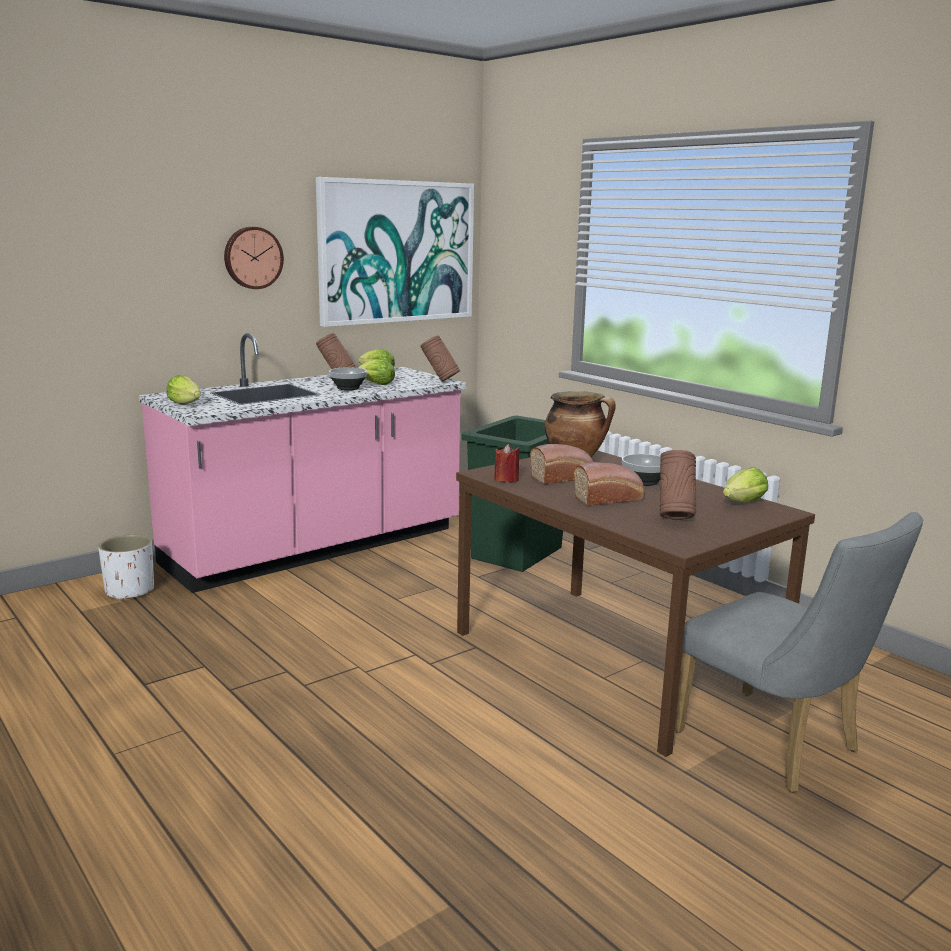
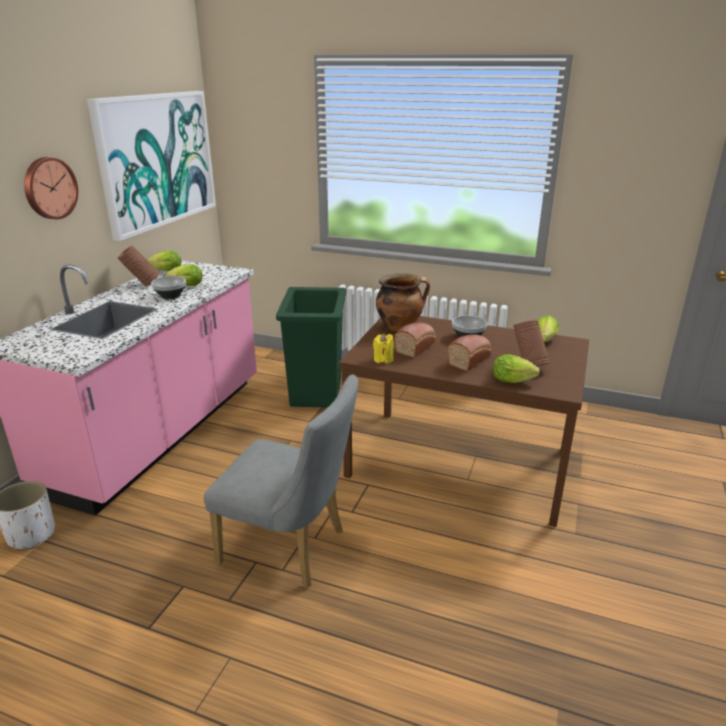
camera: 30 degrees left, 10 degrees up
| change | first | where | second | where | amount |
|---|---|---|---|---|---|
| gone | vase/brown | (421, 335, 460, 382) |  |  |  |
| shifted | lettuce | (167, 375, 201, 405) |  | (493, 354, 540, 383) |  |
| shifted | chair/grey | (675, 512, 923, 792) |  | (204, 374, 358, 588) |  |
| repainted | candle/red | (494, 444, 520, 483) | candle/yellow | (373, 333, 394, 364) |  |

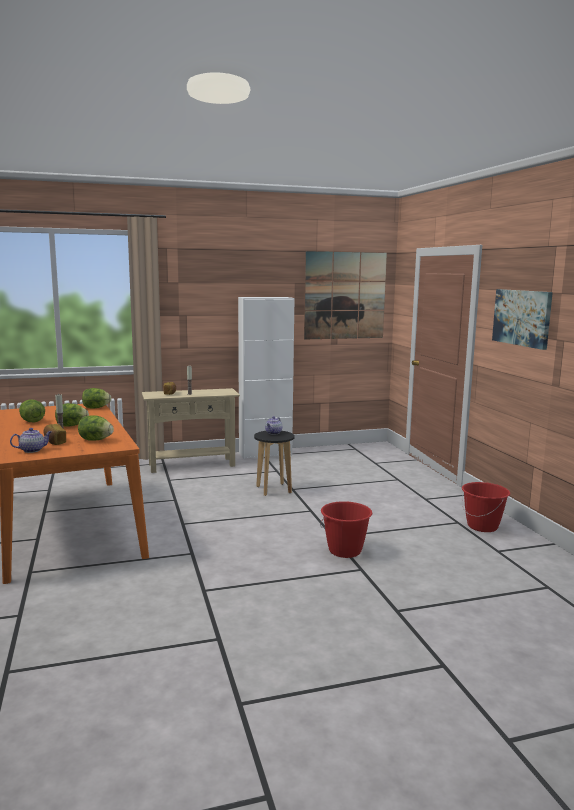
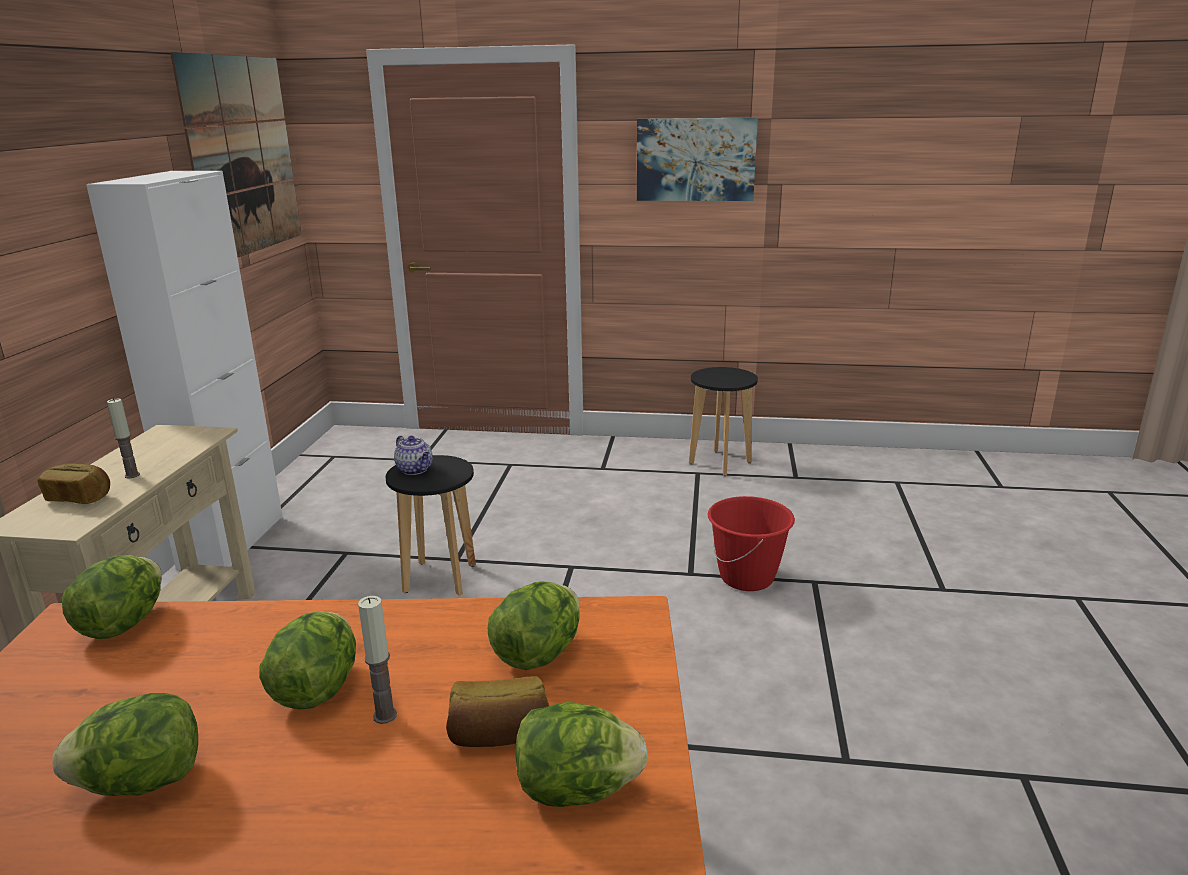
camera: 65 degrees left, 10 degrees up
| change | first | where | second | where | amount |
|---|---|---|---|---|---|
| swapped | teapot | (10, 428, 52, 453) | lettuce | (515, 702, 648, 807) |  |
| swapped | bucket/red | (462, 482, 510, 532) | stool/black | (689, 367, 758, 476) |  |

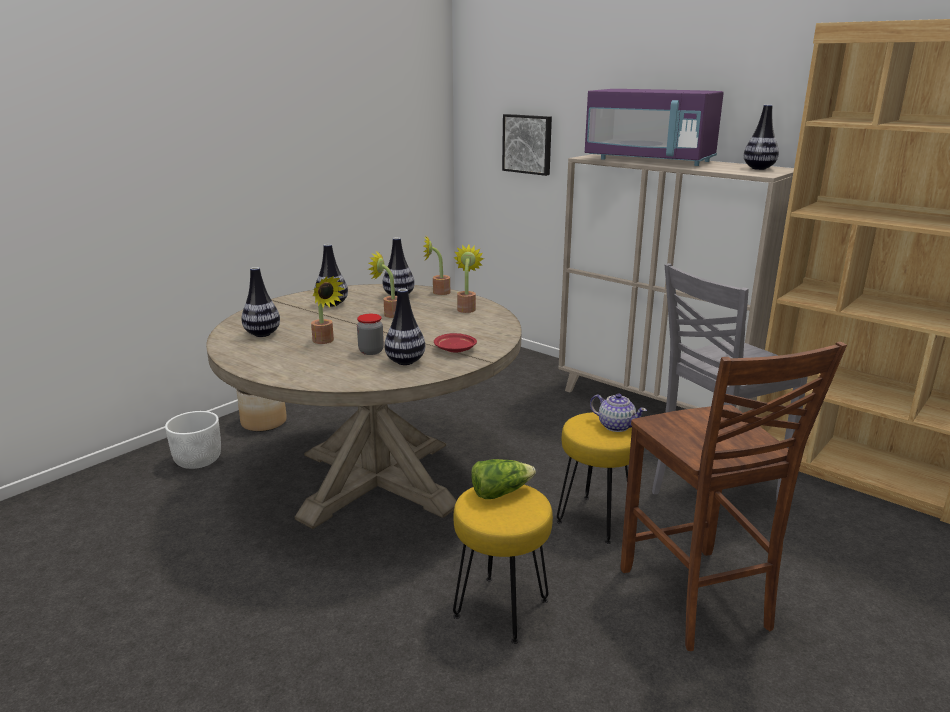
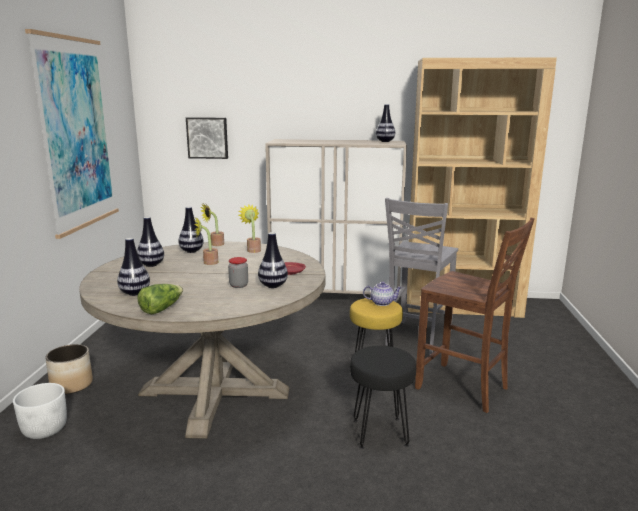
camera: 35 degrees left, 5 degrees down
| change | first | where | second | where | amount |
|---|---|---|---|---|---|
| gone | potted plant | (311, 276, 345, 344) |  |  |  |
| gone | microwave/purple | (585, 89, 724, 166) |  |  |  |
| new |  |  | picture | (25, 29, 119, 239) |  |
| shifted | lettuce | (471, 459, 536, 499) |  | (137, 284, 183, 314) |  |
| repainted | stool/yellow | (453, 485, 553, 644) | stool/black | (350, 346, 416, 449) |  |

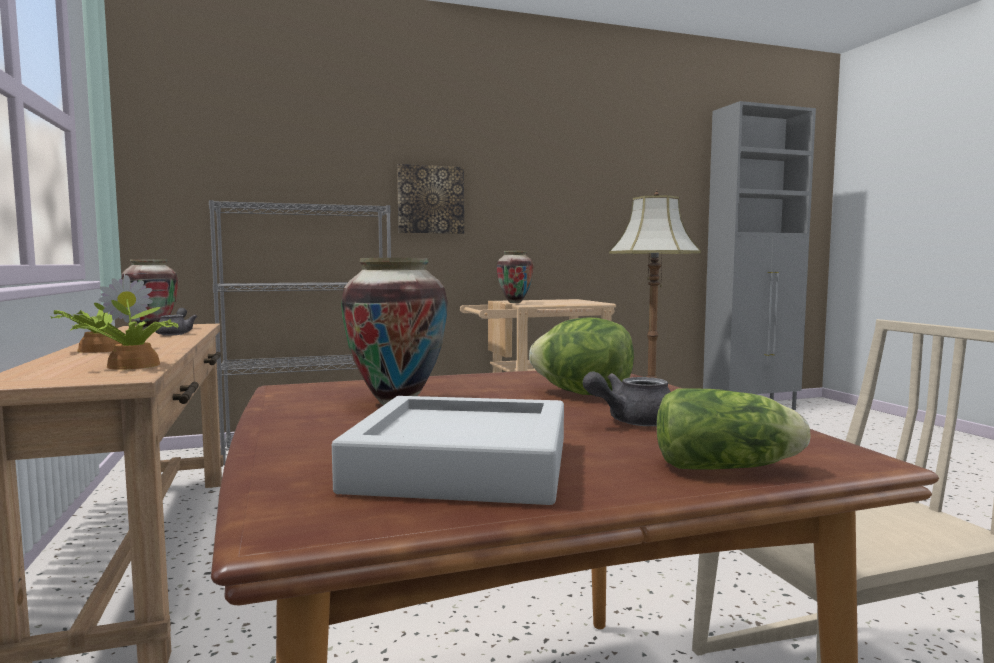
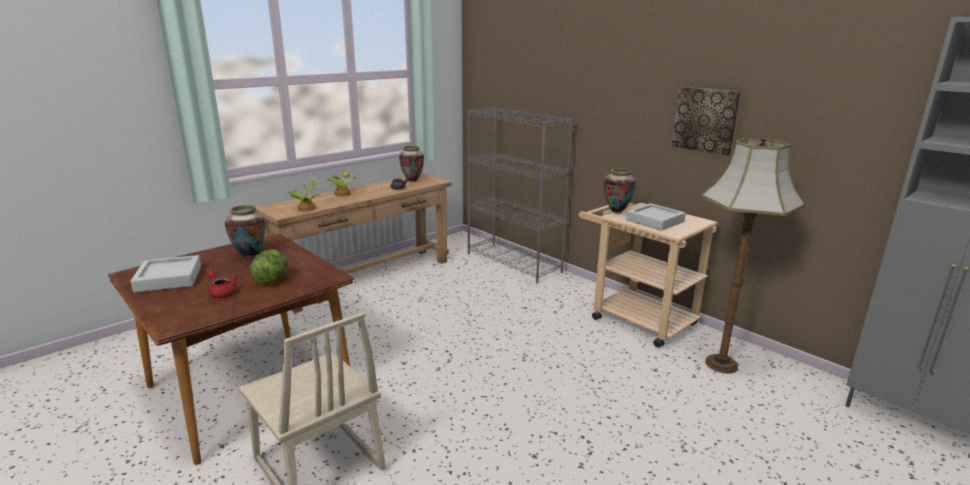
camera: 65 degrees right, 15 degrees up
| change | first | where | second | where | amount |
|---|---|---|---|---|---|
| gone | lettuce | (657, 389, 810, 469) |  |  |  |
| new |  |  | tray/grey | (626, 203, 686, 231) |  |
| shifted | picture | (397, 164, 464, 234) |  | (672, 87, 741, 156) |  |
| repainted | teapot/grey | (583, 371, 671, 426) | teapot/red | (207, 270, 236, 298) |  |

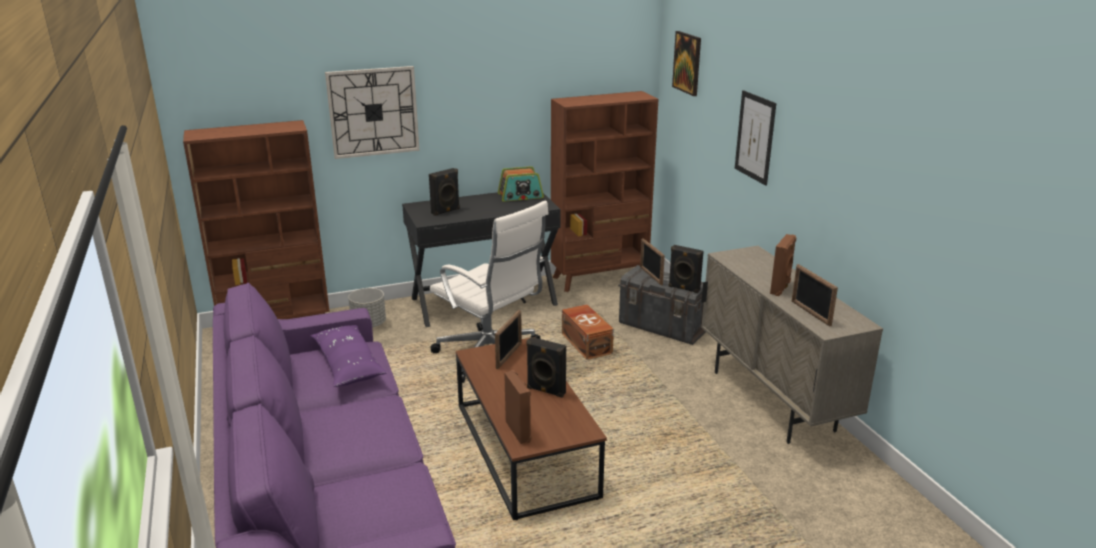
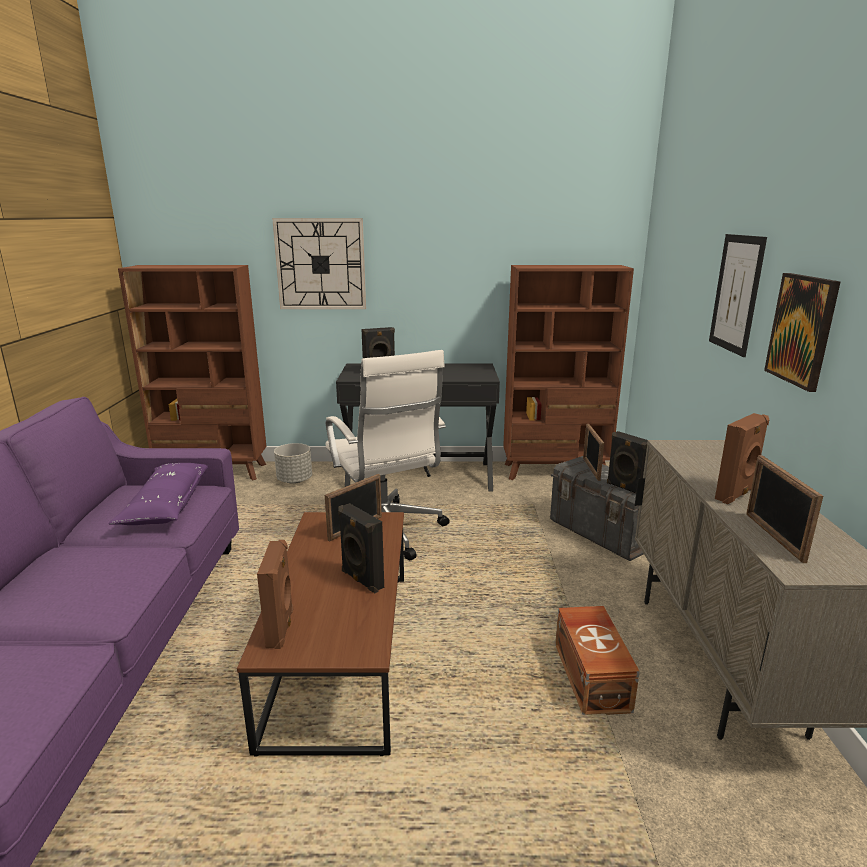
camera: 20 degrees right, 5 degrees down
| change | first | where | second | where | amount |
|---|---|---|---|---|---|
| gone | radio | (498, 166, 544, 202) |  |  |  |
| shifted | storage box/brown | (562, 304, 614, 360) |  | (555, 606, 640, 715) |  |
| shifted | picture | (672, 31, 701, 96) |  | (764, 273, 841, 392) |  |

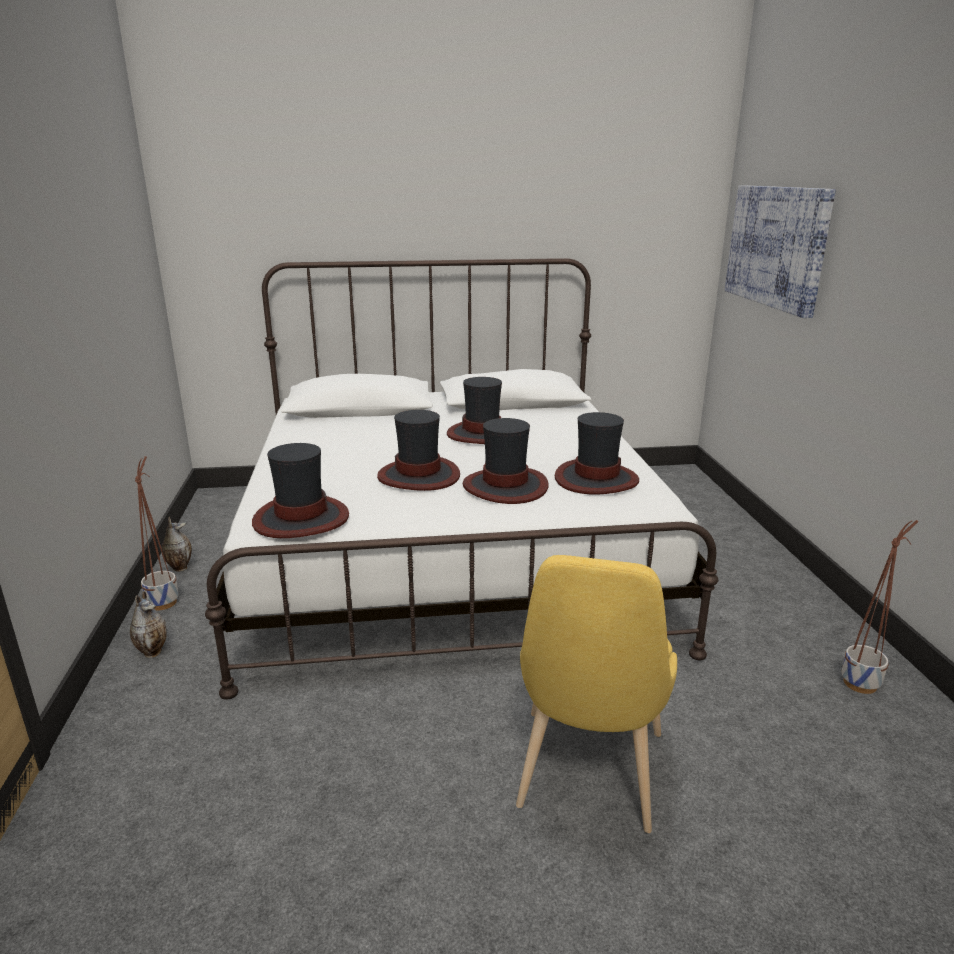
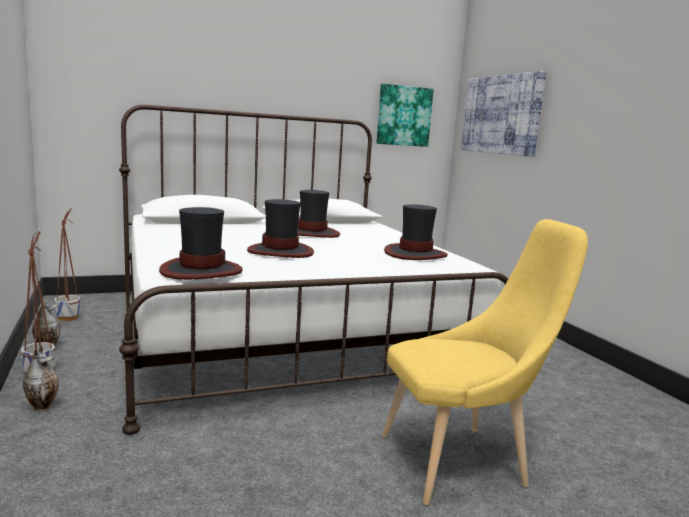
camera: 15 degrees left, 10 degrees down
| change | first | where | second | where | amount |
|---|---|---|---|---|---|
| gone | hat | (463, 418, 549, 504) |  |  |  |
| new |  |  | picture | (376, 84, 434, 147) |  |
| shifted | planter | (841, 520, 918, 694) |  | (54, 208, 81, 321) |  |
| rotated | chair/yellow | (516, 555, 677, 833) |  | (382, 219, 588, 505) | 105 degrees counterclockwise |

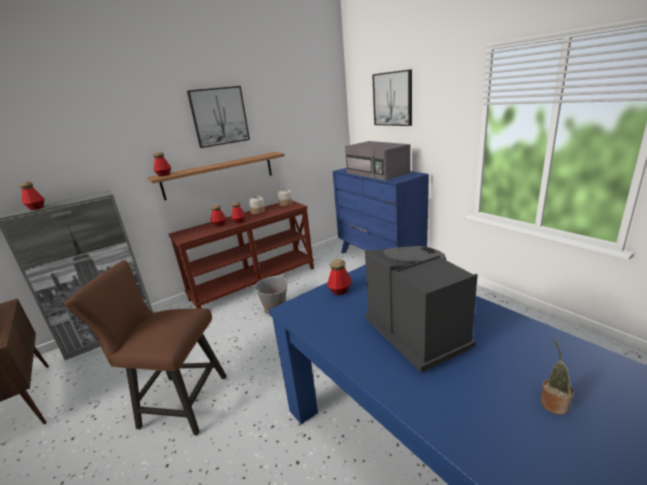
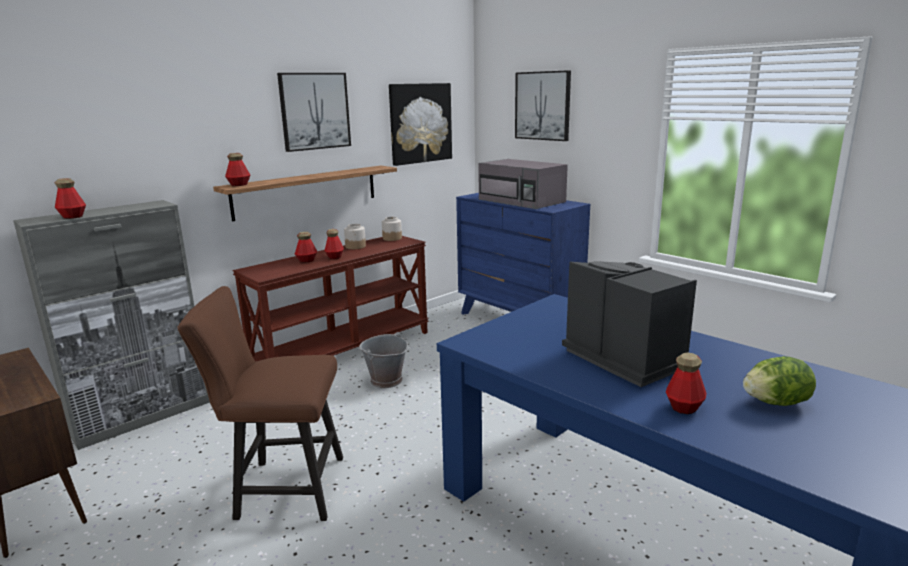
camera: 10 degrees left, 5 degrees down
| change | first | where | second | where | amount |
|---|---|---|---|---|---|
| new |  |  | picture | (389, 83, 452, 166) |  |
| shifted | bottle | (327, 259, 352, 295) |  | (666, 353, 707, 414) |  |
| swapped | potted plant | (540, 339, 574, 415) | lettuce | (743, 356, 816, 406) |  |

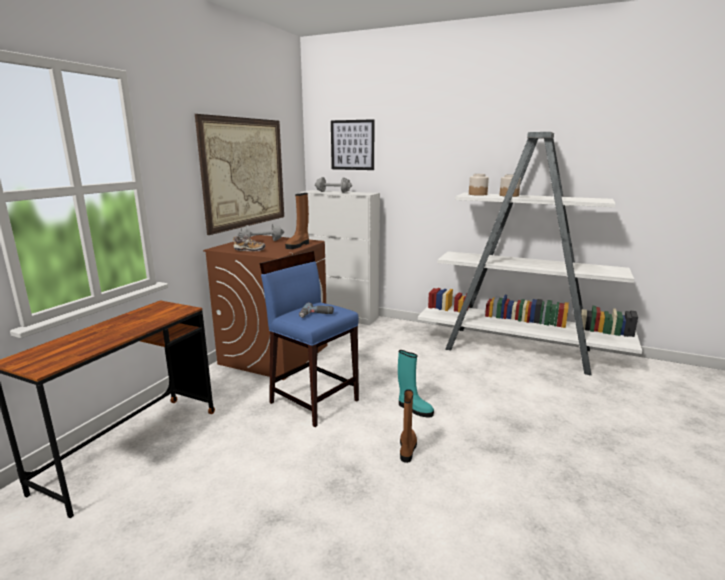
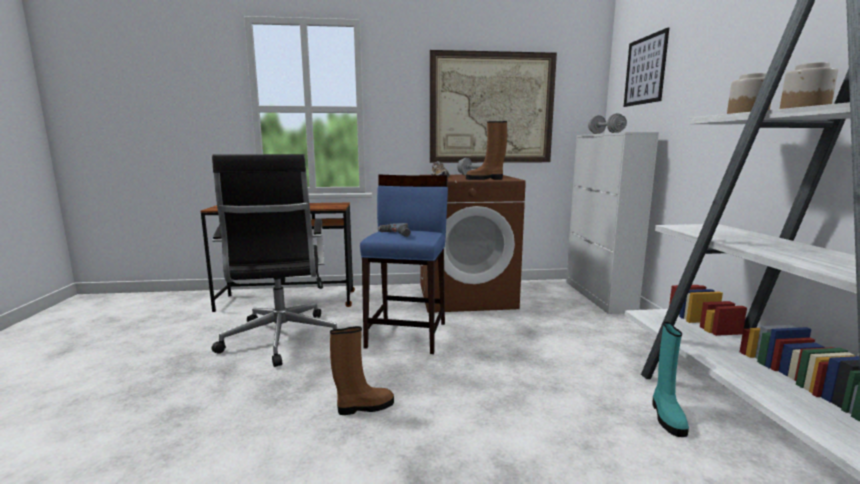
camera: 60 degrees right, 5 degrees down
| change | first | where | second | where | amount |
|---|---|---|---|---|---|
| new |  |  | office chair/black | (212, 154, 337, 367) |  |
| shifted | boot/turquoise | (398, 350, 434, 418) |  | (652, 322, 689, 437) |  |

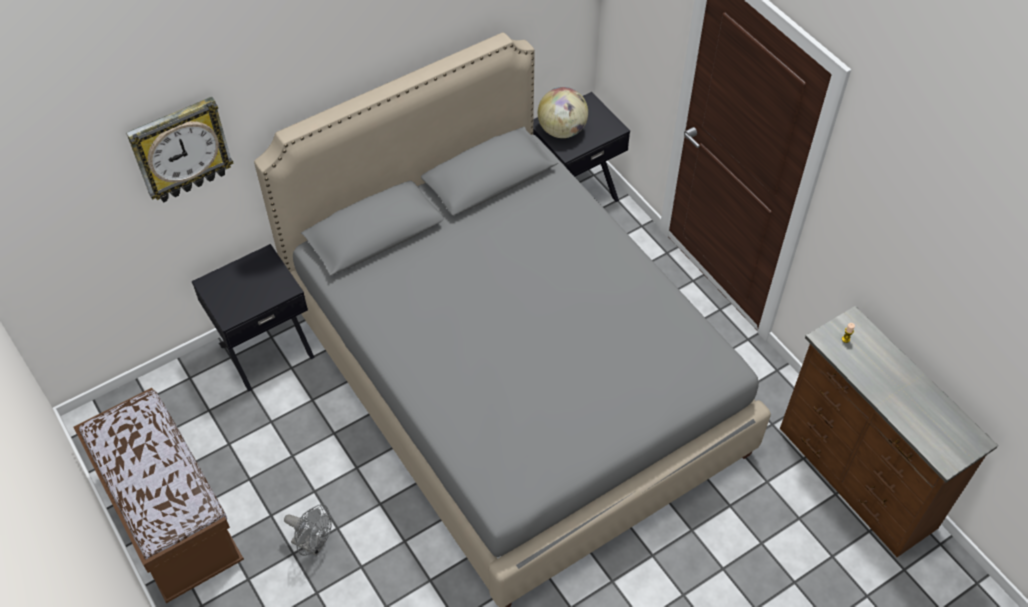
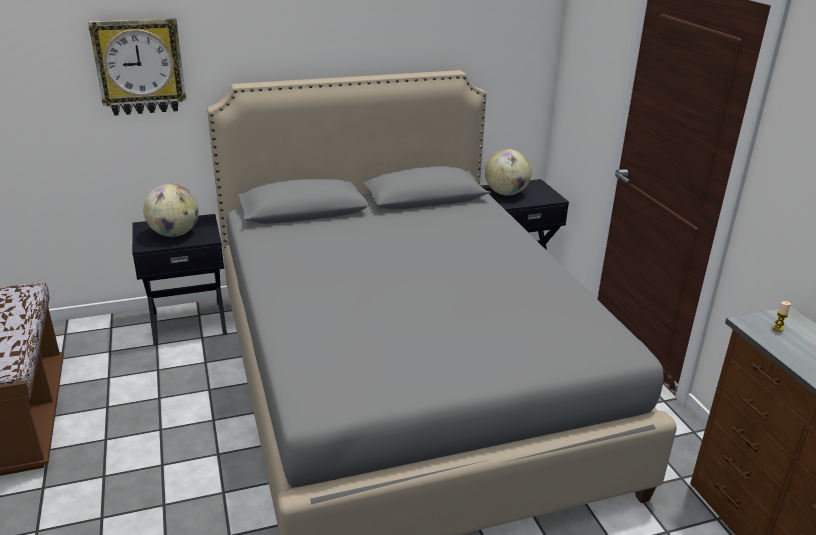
camera: 15 degrees right, 25 degrees down
| change | first | where | second | where | amount |
|---|---|---|---|---|---|
| gone | fan/grey | (284, 504, 332, 556) |  |  |  |
| new |  |  | globe | (143, 184, 199, 237) |  |

